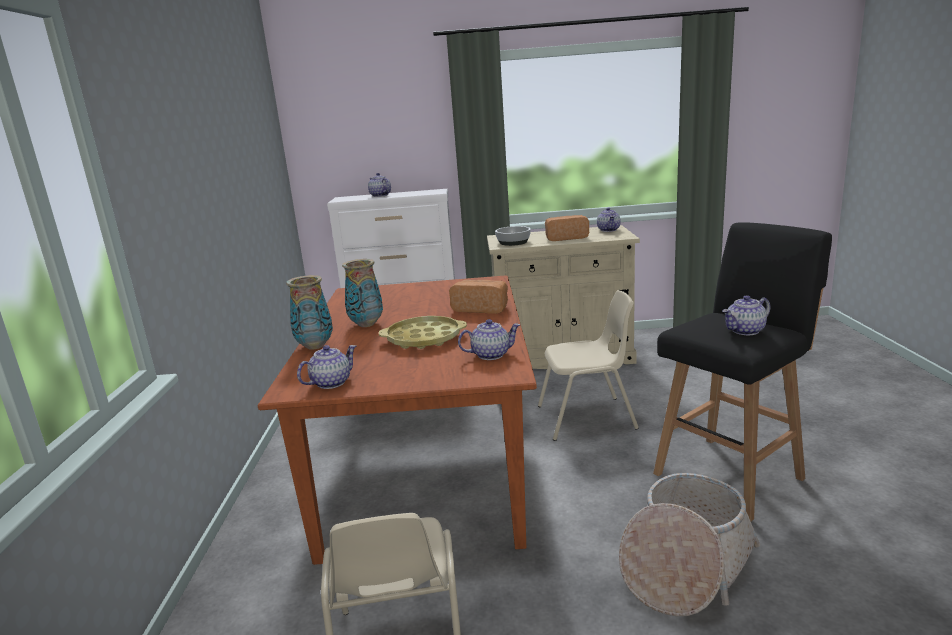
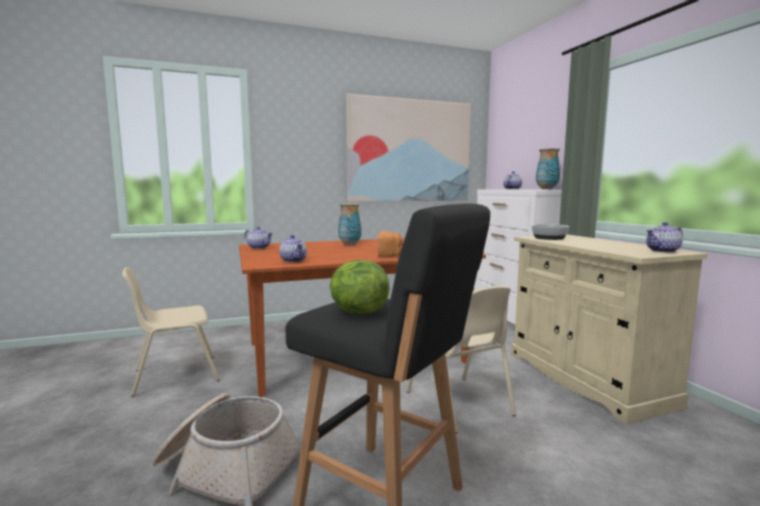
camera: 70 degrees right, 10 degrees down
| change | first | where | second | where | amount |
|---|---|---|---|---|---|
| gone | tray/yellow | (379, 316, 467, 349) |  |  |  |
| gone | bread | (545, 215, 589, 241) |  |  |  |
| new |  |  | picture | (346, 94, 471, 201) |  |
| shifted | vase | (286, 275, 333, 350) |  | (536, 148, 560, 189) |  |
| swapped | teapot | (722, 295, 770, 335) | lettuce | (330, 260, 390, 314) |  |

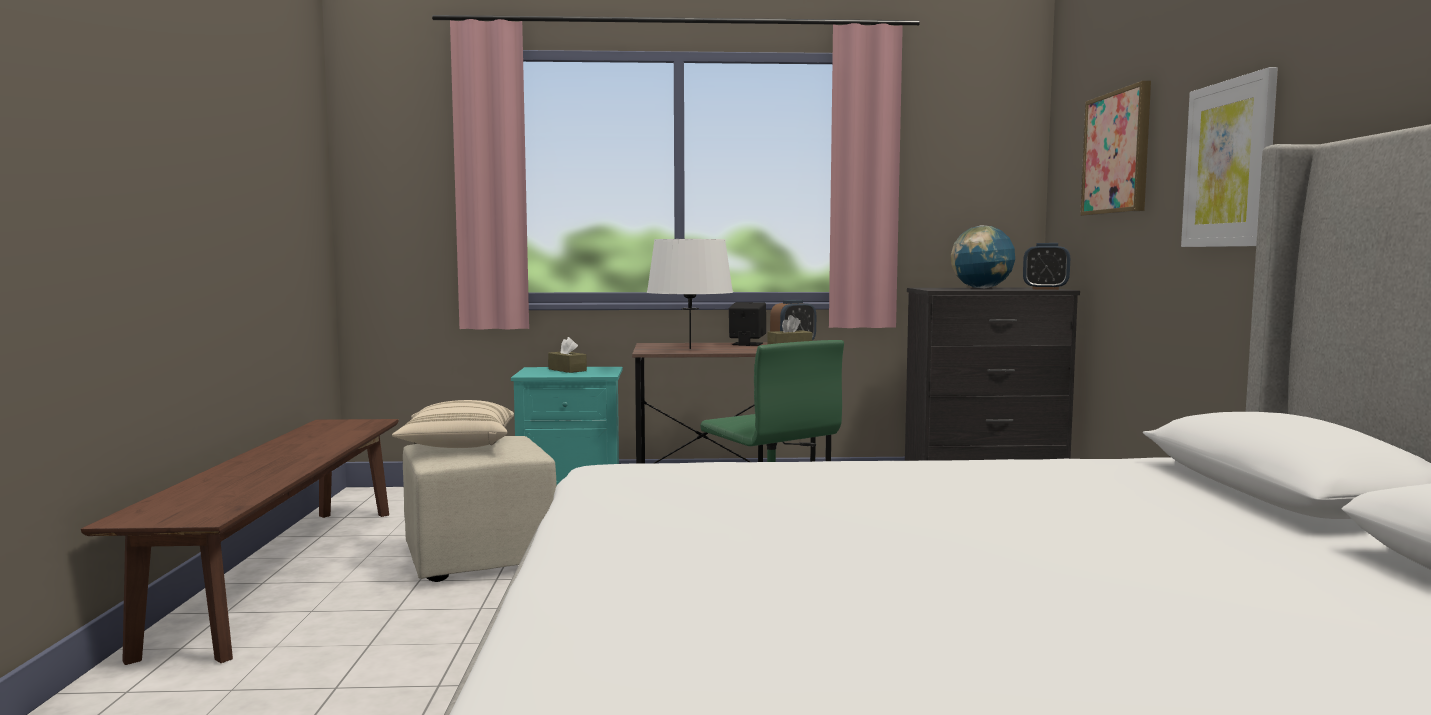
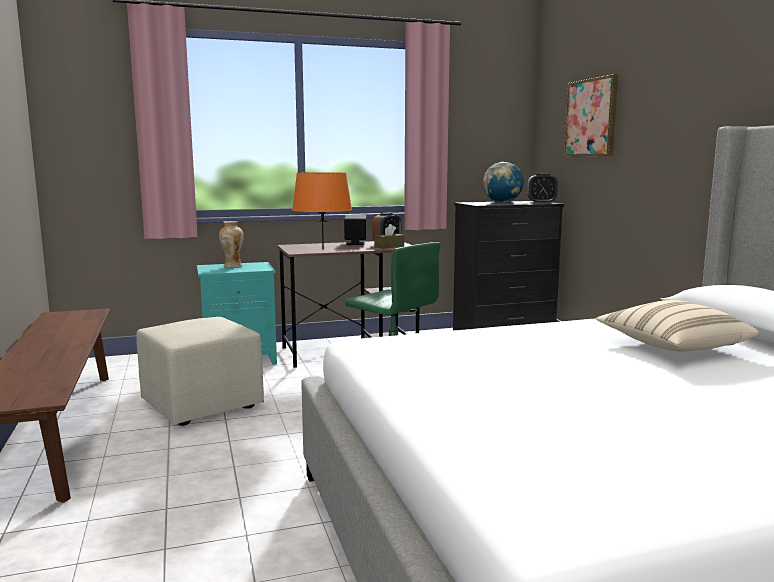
camera: 15 degrees left, 5 degrees up
| change | first | where | second | where | amount |
|---|---|---|---|---|---|
| gone | picture | (1181, 67, 1278, 247) |  |  |  |
| shifted | pillow/beige | (392, 400, 514, 448) |  | (596, 300, 759, 351) |  |
| swapped | tissue box/brown | (548, 337, 587, 373) | vase | (219, 221, 244, 268) |  |
| repainted | table lamp/white | (647, 239, 733, 349) | table lamp/orange | (292, 172, 352, 249) |  |

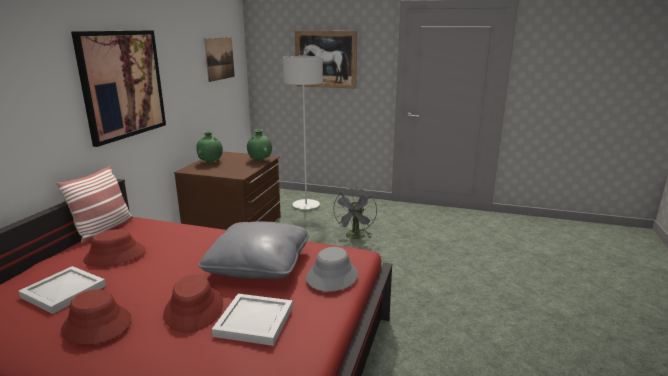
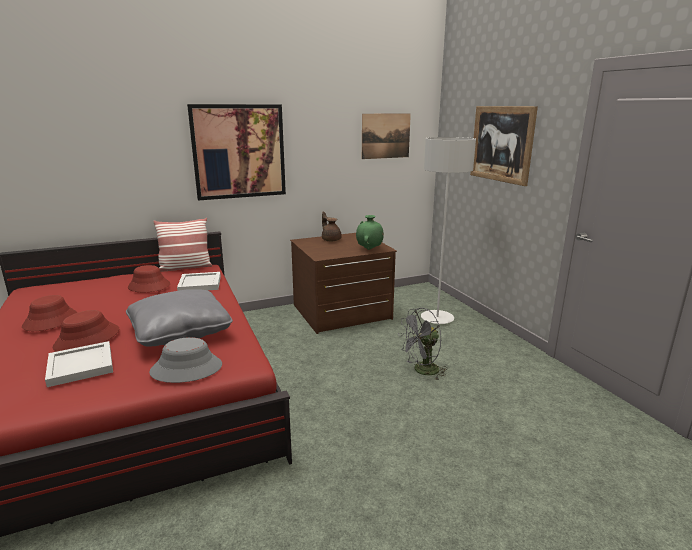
camera: 50 degrees right, 0 degrees up
| change | first | where | second | where | amount |
|---|---|---|---|---|---|
| shifted | tray/white | (19, 266, 106, 314) |  | (177, 272, 221, 291) |  |
| swapped | vase/green | (196, 131, 223, 163) | teapot/brown | (322, 211, 341, 242) |  |

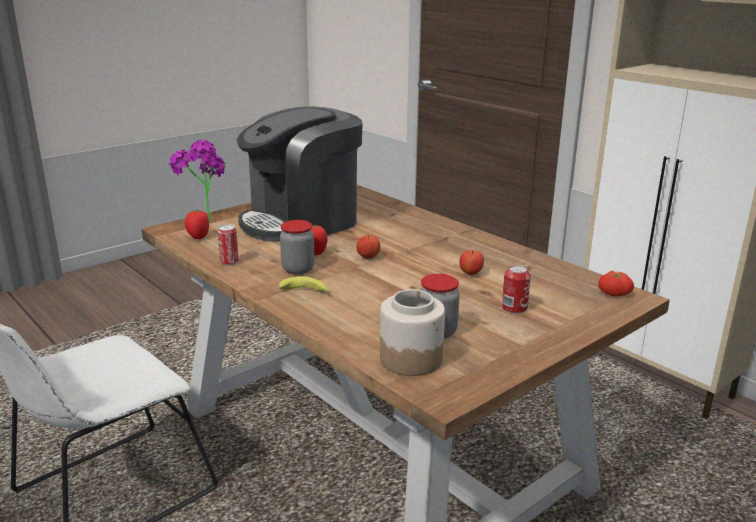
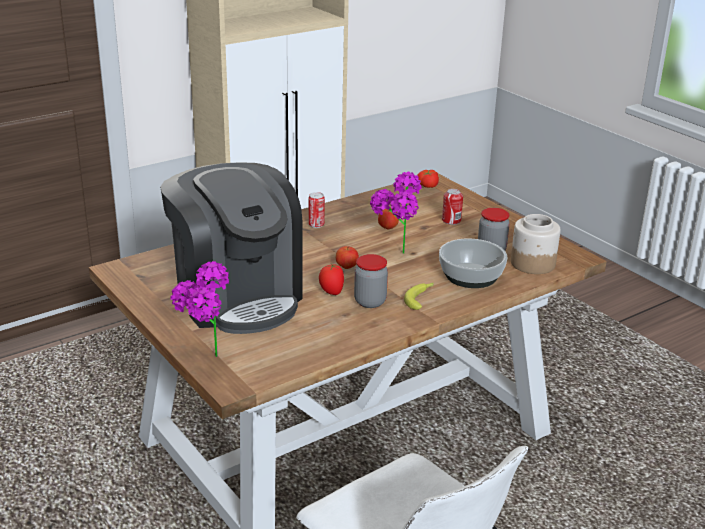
camera: 85 degrees left, 5 degrees up
| change | first | where | second | where | amount |
|---|---|---|---|---|---|
| gone | tomato | (185, 210, 209, 239) |  |  |  |
| new |  |  | potted plant | (370, 172, 422, 254) |  |
| new |  |  | bowl | (439, 239, 507, 288) |  |
| shifted | can | (217, 224, 239, 265) |  | (309, 192, 325, 228) |  |

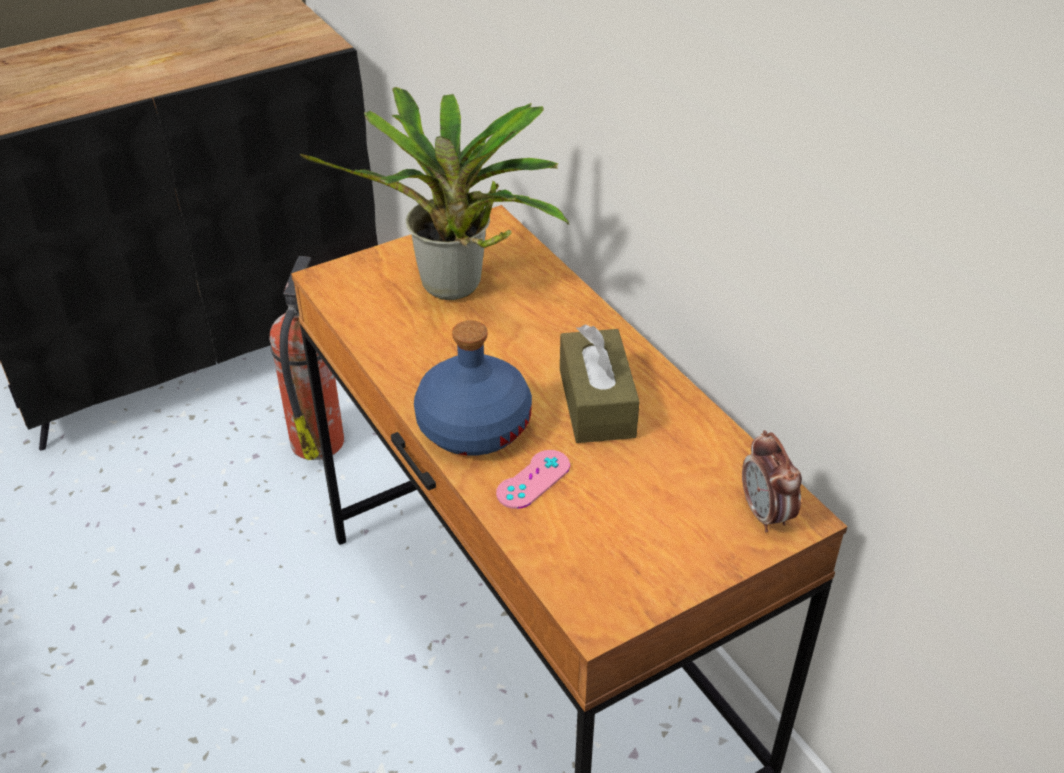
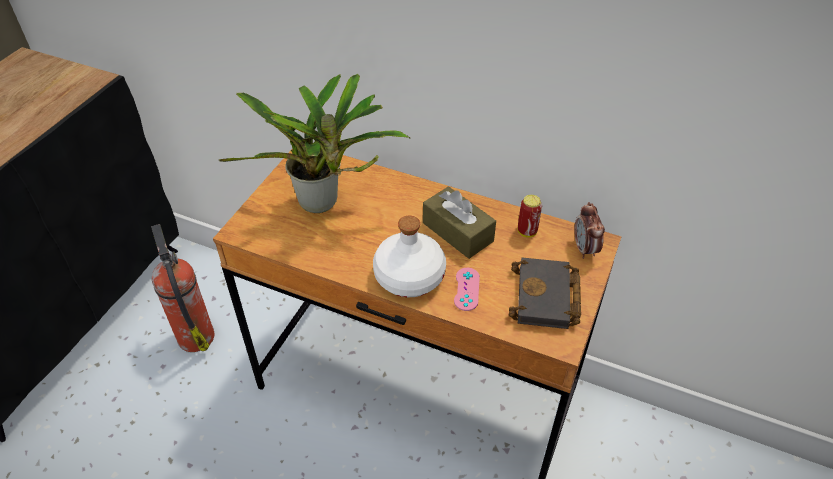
camera: 35 degrees left, 5 degrees up
| change | first | where | second | where | amount |
|---|---|---|---|---|---|
| new |  |  | book/black | (509, 258, 581, 329) |  |
| new |  |  | can | (518, 195, 542, 237) |  |
| repainted | bottle/blue | (414, 320, 532, 456) | bottle/white | (373, 216, 446, 297) |  |
| rotated | alarm clock | (742, 430, 802, 533) |  | (574, 202, 605, 259) | 45 degrees clockwise |

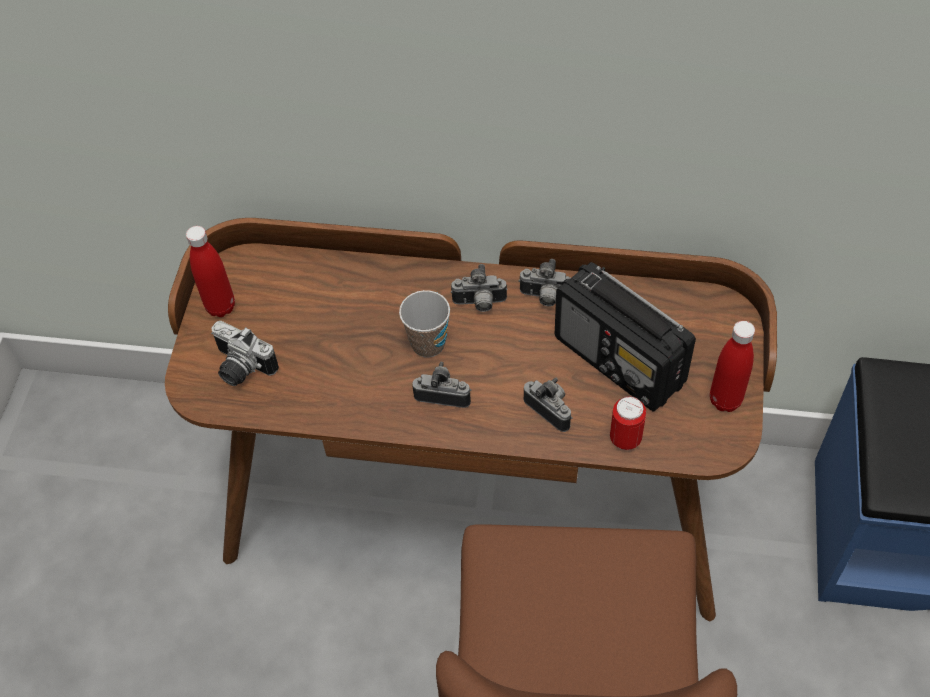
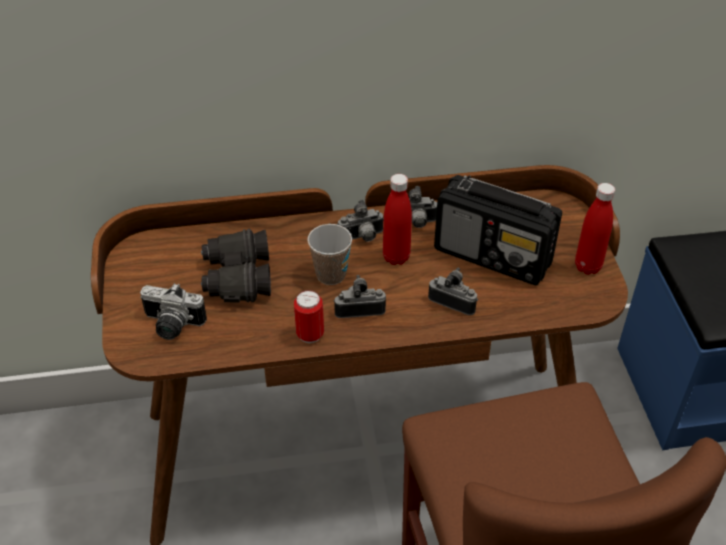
camera: 20 degrees left, 10 degrees down
| change | first | where | second | where | amount |
|---|---|---|---|---|---|
| new |  |  | binoculars/black | (201, 229, 271, 303) |  |
| shifted | bottle/red | (186, 226, 235, 317) |  | (383, 174, 412, 265) |  |
| shifted | can | (610, 396, 646, 450) |  | (294, 290, 324, 343) |  |

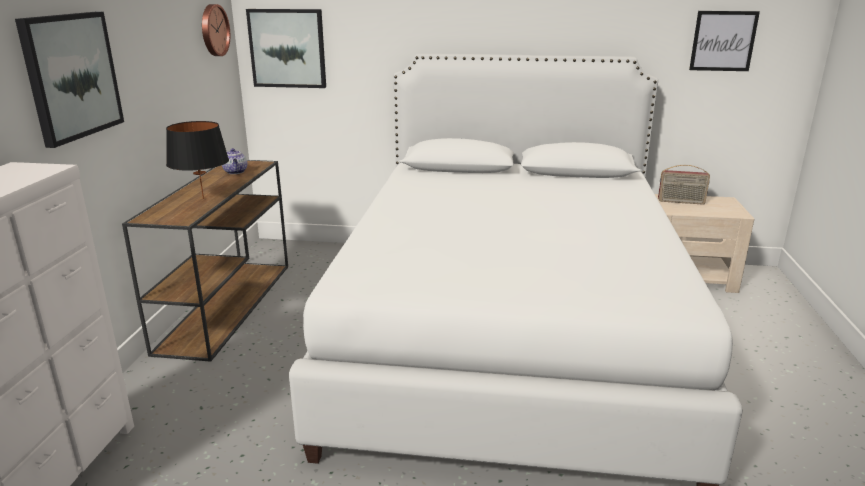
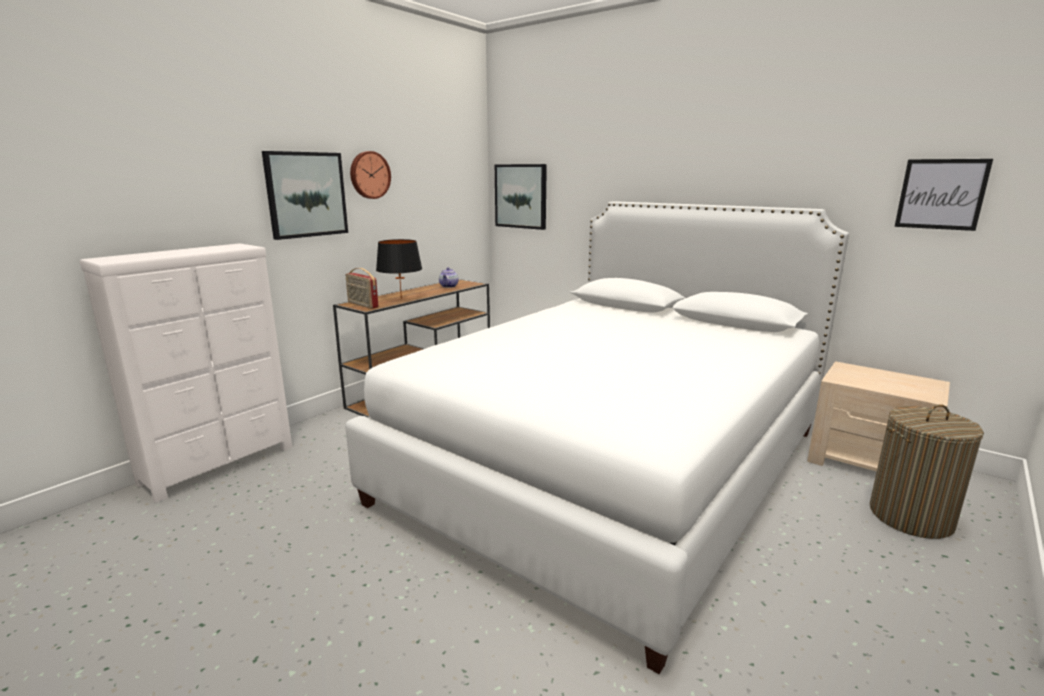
camera: 30 degrees right, 5 degrees down
| change | first | where | second | where | amount |
|---|---|---|---|---|---|
| new |  |  | laundry basket | (870, 404, 984, 539) |  |
| shifted | wall clock | (202, 4, 230, 56) |  | (350, 151, 391, 199) |  |
| shifted | radio | (658, 165, 710, 205) |  | (346, 268, 378, 309) |  |

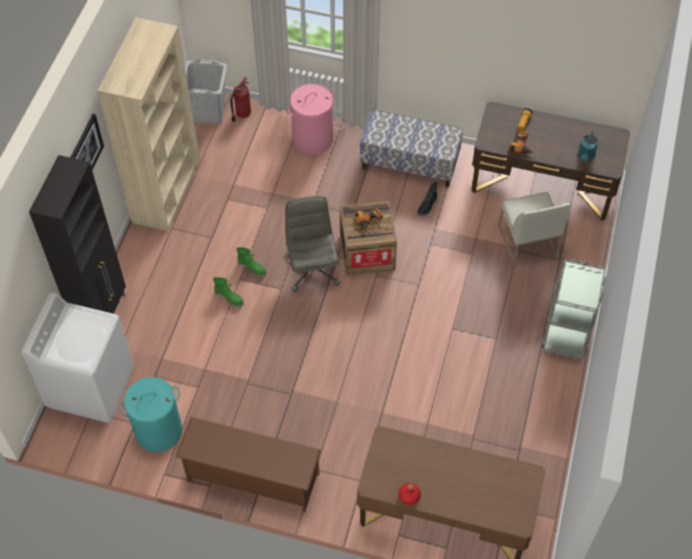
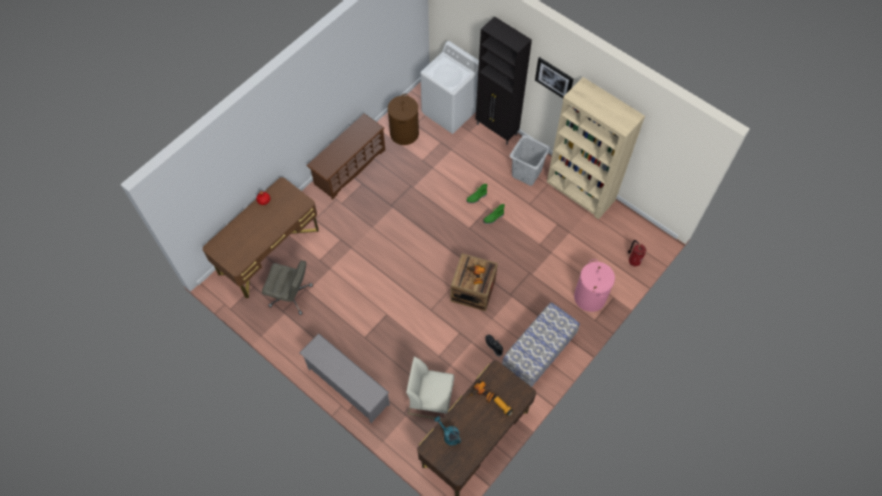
camera: 115 degrees right, 5 degrees up
| change | first | where | second | where | amount |
|---|---|---|---|---|---|
| shifted | laundry basket/grey | (185, 59, 227, 124) |  | (510, 135, 551, 186) |  |
| shifted | office chair/grey | (285, 196, 340, 291) |  | (262, 260, 313, 315) |  |
| swapped | cart/grey | (541, 258, 606, 360) | shoe rack/grey | (300, 333, 390, 423) |  |
| repainted | laundry basket/turquoise | (119, 377, 182, 452) | laundry basket/brown | (388, 94, 419, 145) |  |

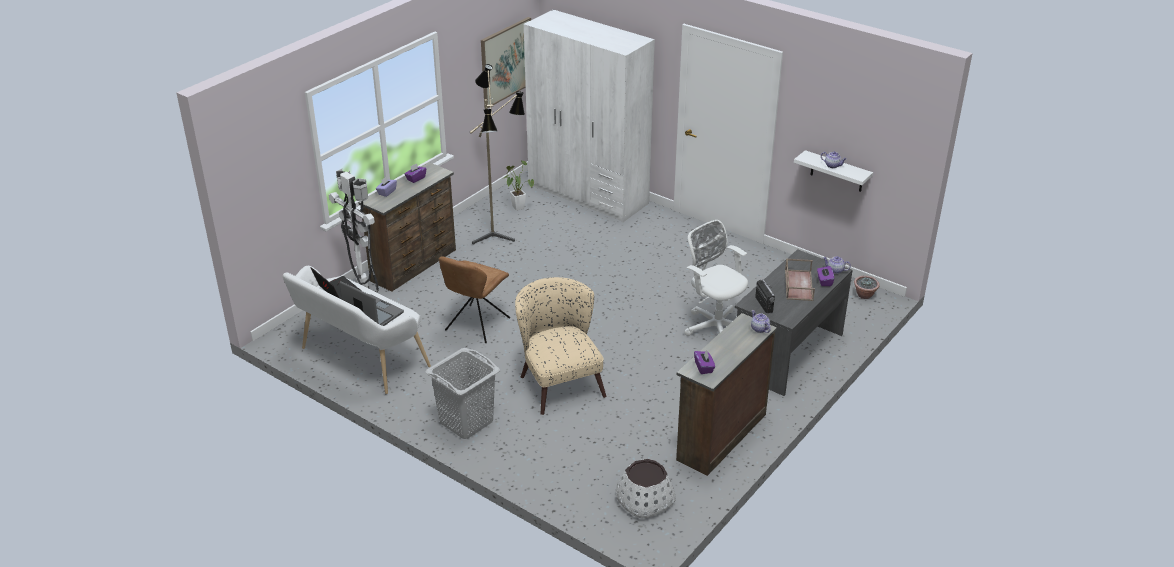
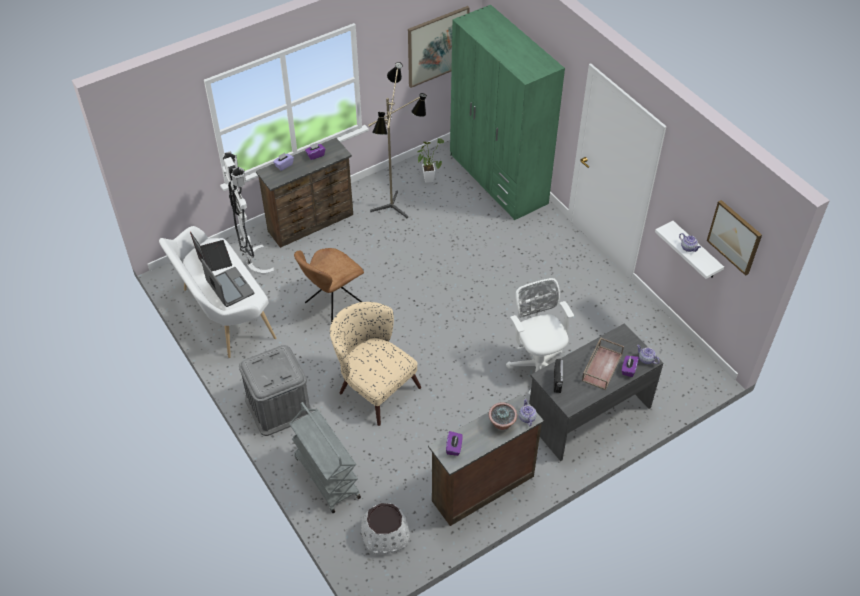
camera: 20 degrees right, 15 degrees up
| change | first | where | second | where | amount |
|---|---|---|---|---|---|
| new |  |  | cart/grey | (289, 402, 361, 513) |  |
| new |  |  | picture | (707, 200, 762, 276) |  |
| shifted | potted plant | (854, 276, 880, 299) |  | (489, 402, 517, 430) |  |
| swapped | laundry basket/grey | (425, 348, 500, 439) | storage box/grey | (239, 345, 313, 436) |  |
| repainted | wardrobe/white | (524, 9, 655, 222) | wardrobe/green | (450, 5, 565, 220) |  |
| rotated | armchair/beige | (515, 277, 606, 415) |  | (330, 302, 421, 426) | 45 degrees counterclockwise |

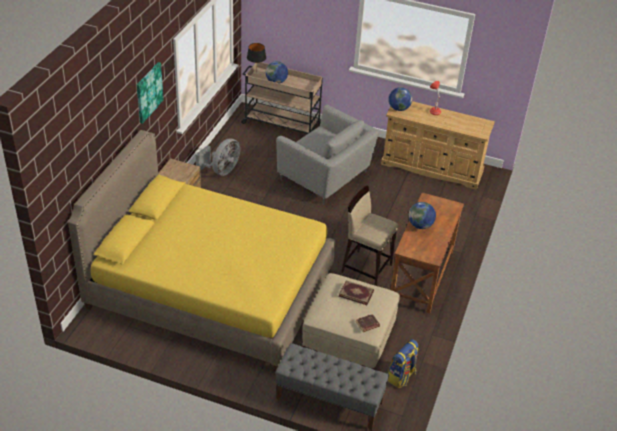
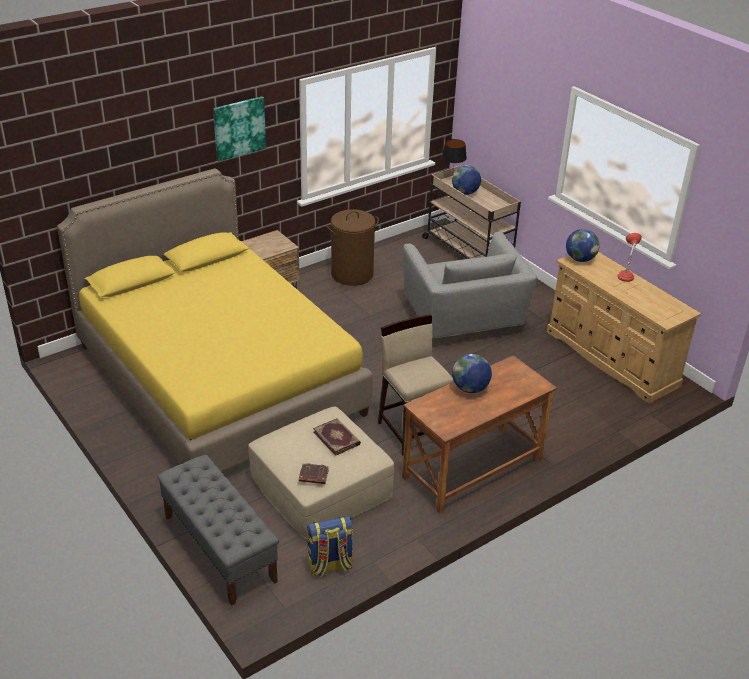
camera: 35 degrees right, 5 degrees down
| change | first | where | second | where | amount |
|---|---|---|---|---|---|
| swapped | fan/grey | (196, 138, 240, 176) | laundry basket/brown | (327, 209, 379, 286) |  |

